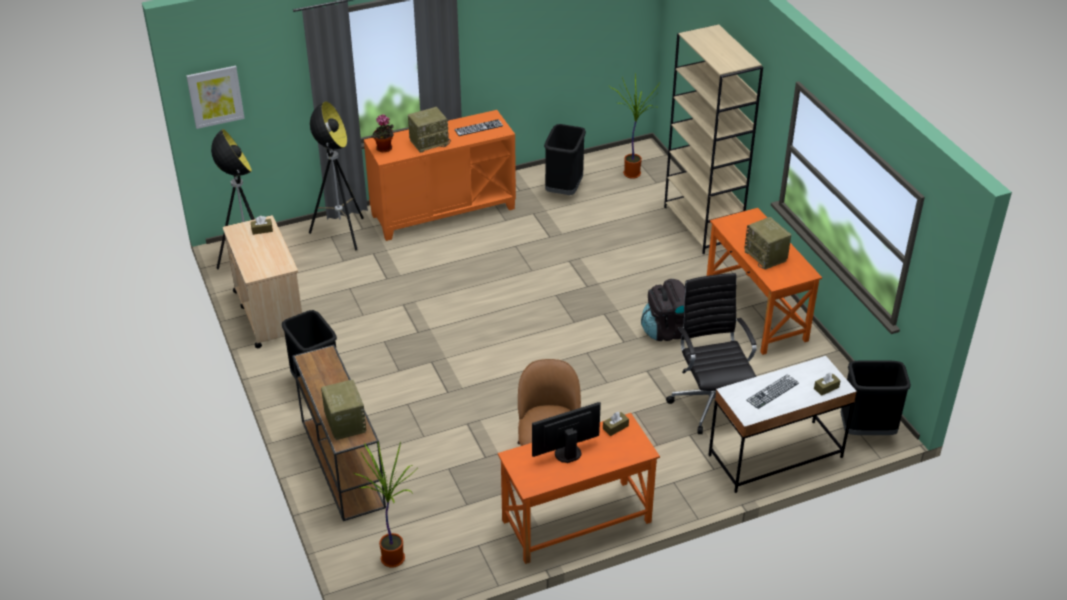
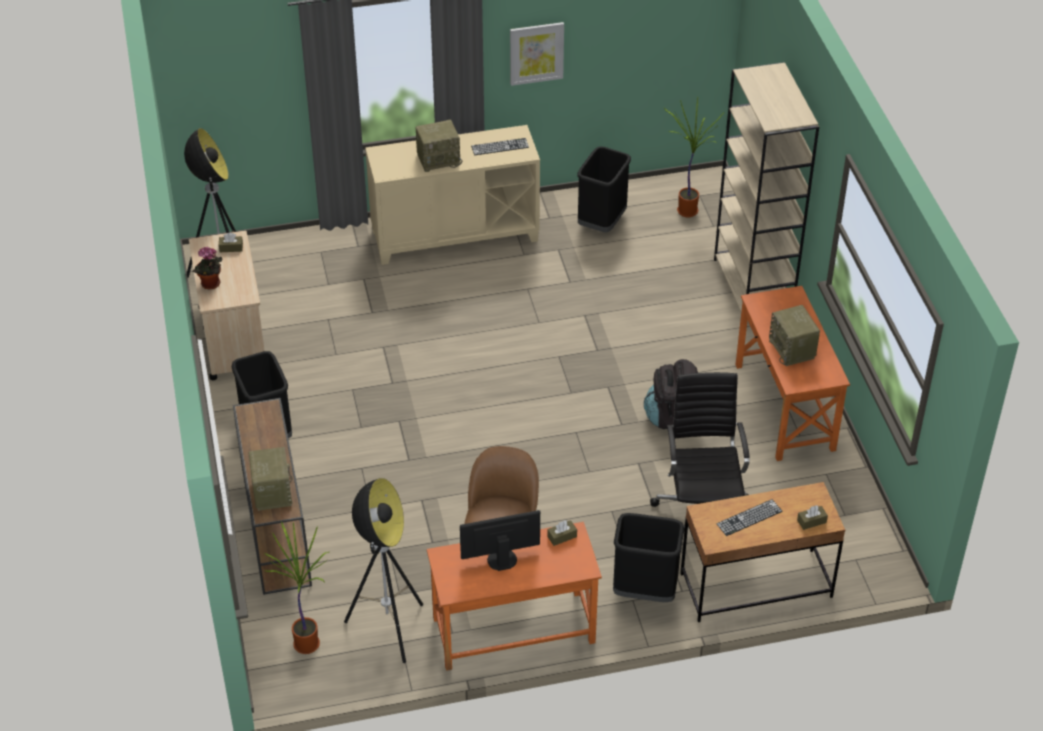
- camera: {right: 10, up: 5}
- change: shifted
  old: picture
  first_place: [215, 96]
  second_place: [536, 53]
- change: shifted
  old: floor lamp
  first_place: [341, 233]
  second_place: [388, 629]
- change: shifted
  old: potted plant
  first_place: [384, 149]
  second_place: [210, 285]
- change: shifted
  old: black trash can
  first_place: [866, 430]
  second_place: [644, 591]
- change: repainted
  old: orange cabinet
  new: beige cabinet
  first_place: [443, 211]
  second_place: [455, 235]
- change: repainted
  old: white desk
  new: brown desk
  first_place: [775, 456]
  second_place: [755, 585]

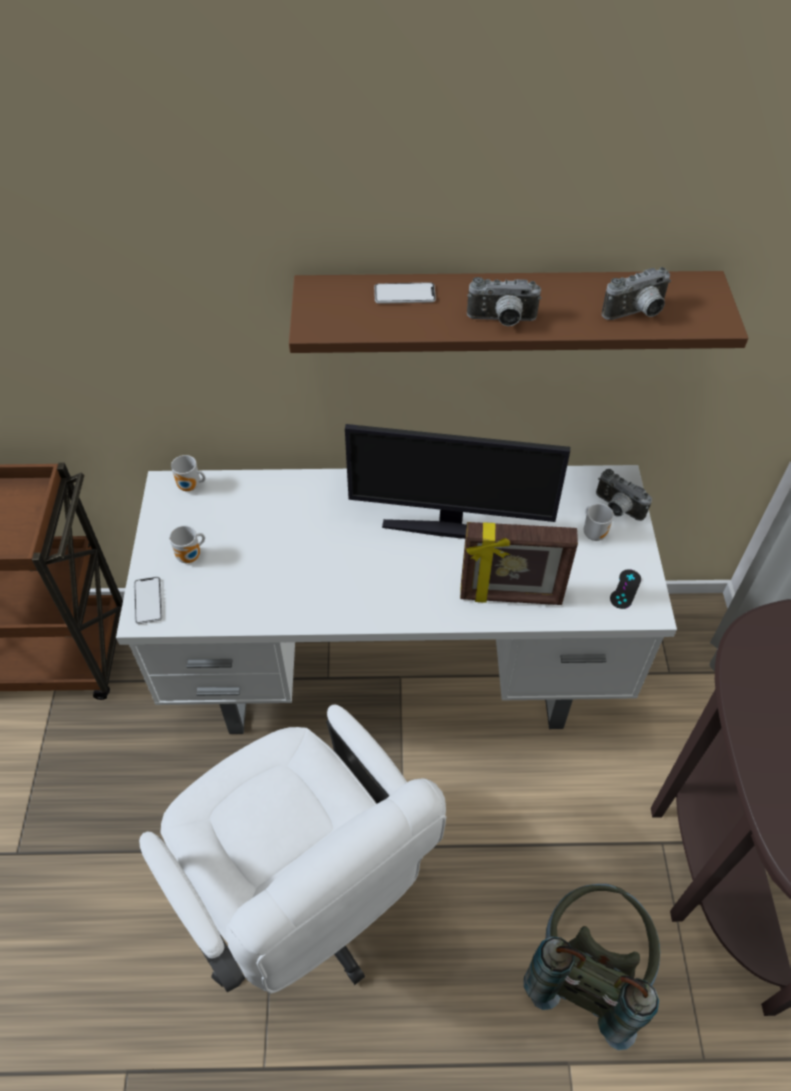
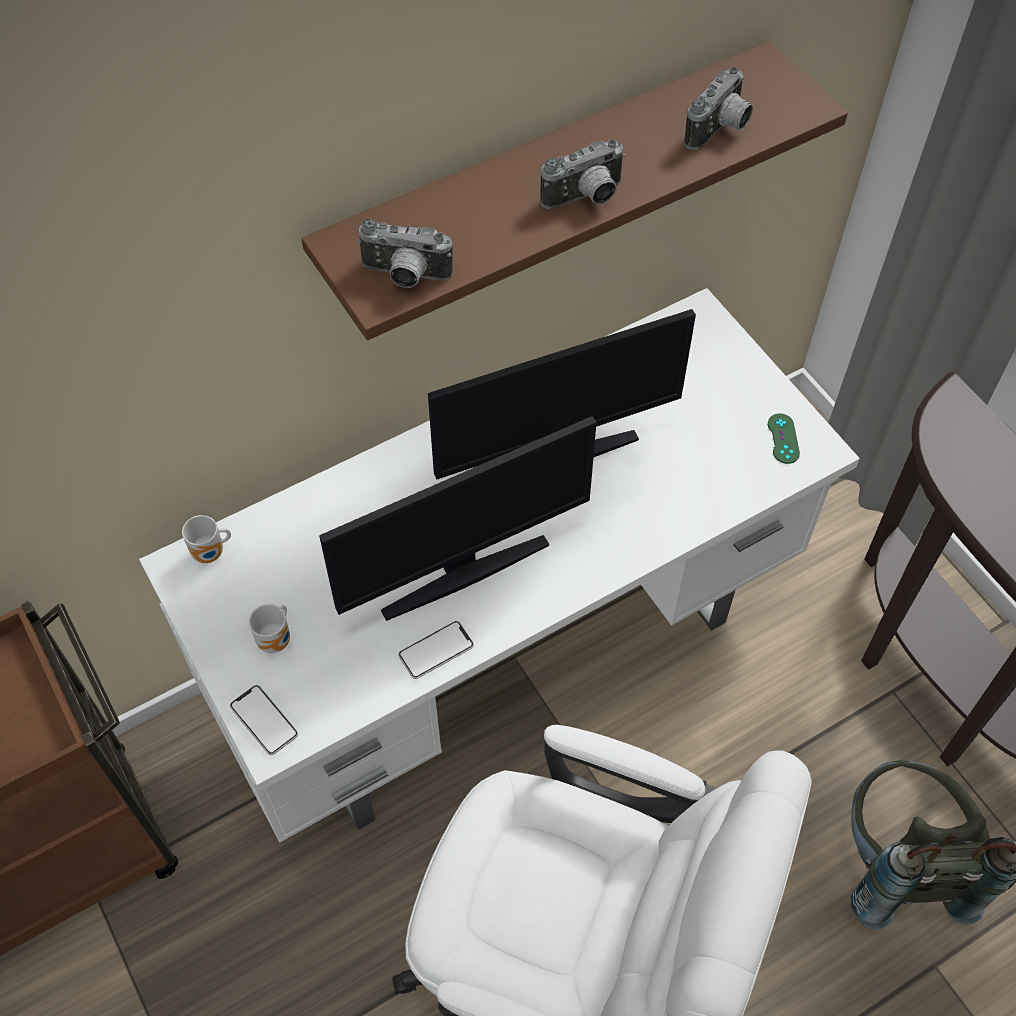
- camera: {right: -30, up: 5}
- change: gone
  old: picture frame
  first_place: [510, 597]
- change: gone
  old: mug
  first_place: [594, 533]
- change: new
  new: monitor
  second_place: [463, 573]
- change: shifted
  old: phone
  first_place: [404, 294]
  second_place: [436, 650]
- change: shifted
  old: photo camera
  first_place: [616, 509]
  second_place: [404, 276]
- change: repainted
  old: black game controller
  new: green game controller
  first_place: [625, 589]
  second_place: [783, 439]

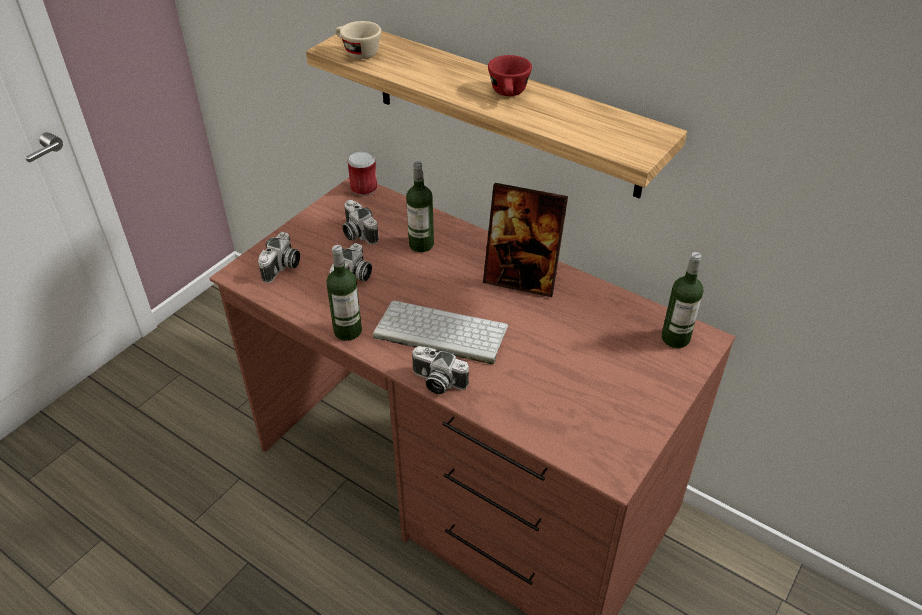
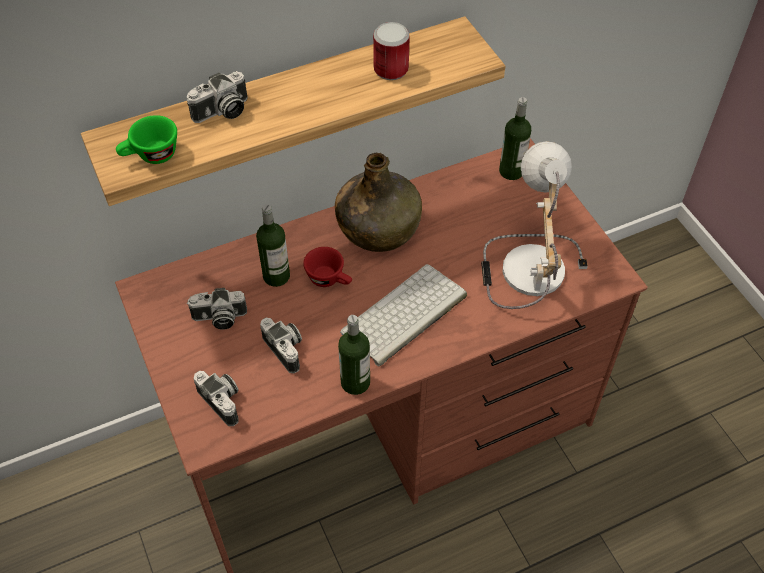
- camera: {right: -60, up: 10}
- change: new
  new: table lamp
  second_place: [526, 267]
- change: shifted
  old: can
  first_place: [364, 188]
  second_place: [391, 69]
- change: shifted
  old: photo camera
  first_place: [437, 382]
  second_place: [222, 112]
- change: shifted
  old: red cup
  first_place: [509, 94]
  second_place: [330, 279]
- change: swapped
  old: picture frame
  new: green bottle
  first_place: [521, 279]
  second_place: [378, 228]
- change: repainted
  old: beige cup
  new: green cup
  first_place: [357, 53]
  second_place: [151, 156]

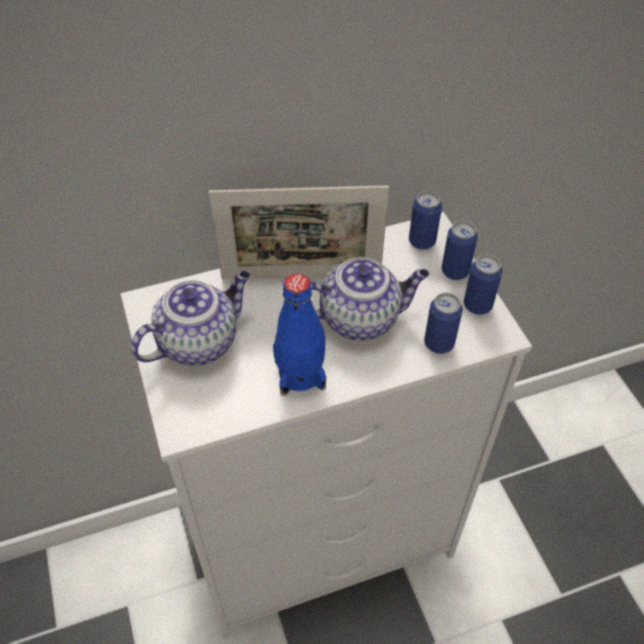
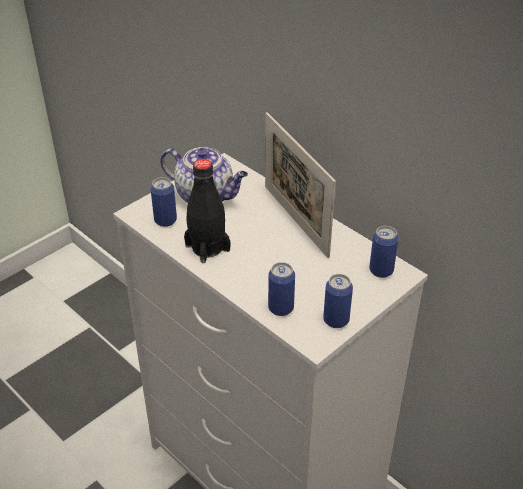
- camera: {right: 65, up: -10}
- change: gone
  old: teapot
  first_place: [361, 318]
- change: shifted
  old: can
  first_place: [455, 271]
  second_place: [165, 221]
- change: repainted
  old: blue bottle
  new: black bottle
  first_place: [300, 374]
  second_place: [207, 248]

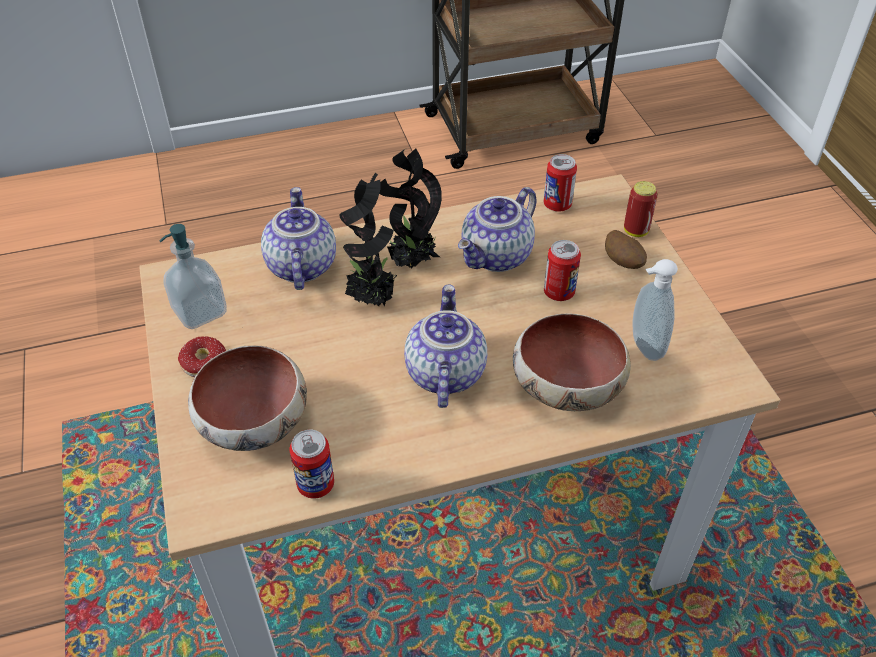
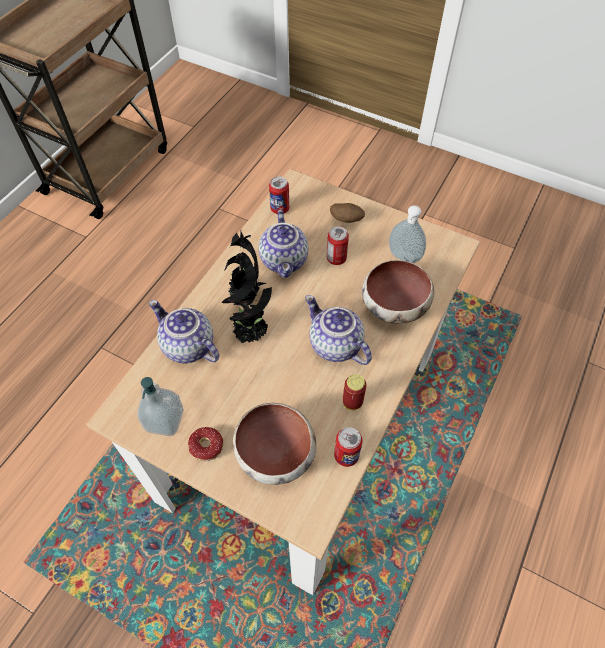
- camera: {right: -45, up: 10}
- change: shifted
  old: can
  first_place: [635, 231]
  second_place: [352, 402]

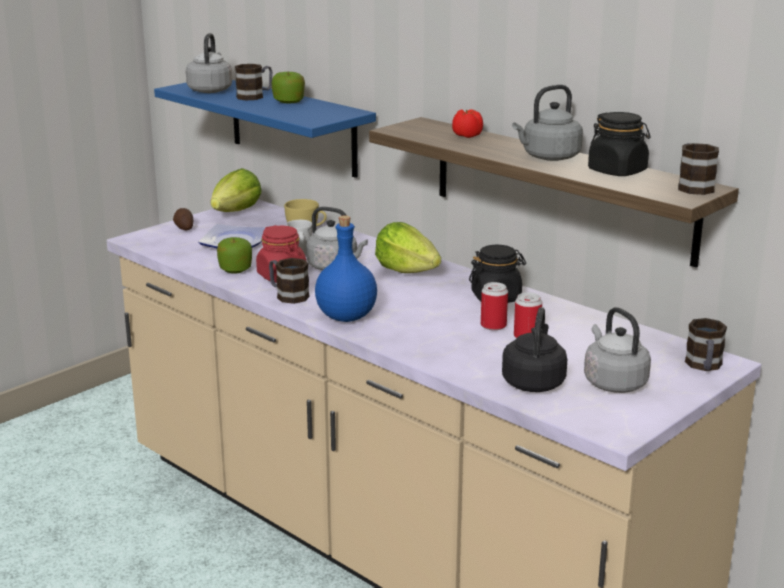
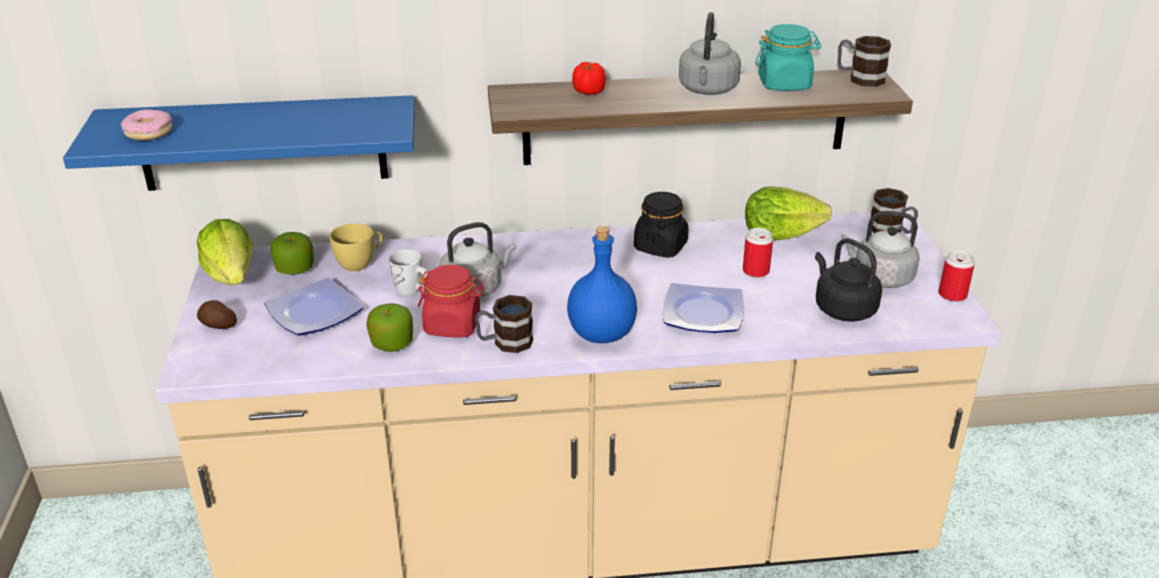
- camera: {right: -50, up: 10}
- change: gone
  old: mug
  first_place: [255, 96]
- change: new
  new: plate
  second_place: [701, 313]
- change: shifted
  old: apple
  first_place: [289, 102]
  second_place: [295, 269]
- change: shifted
  old: lettuce
  first_place: [407, 271]
  second_place: [780, 235]
- change: shifted
  old: can
  first_place: [493, 325]
  second_place: [952, 295]
- change: swapped
  old: grey kettle
  new: donut
  first_place: [210, 90]
  second_place: [149, 132]
- change: repainted
  old: black jar
  new: turquoise jar
  first_place: [617, 171]
  second_place: [784, 84]

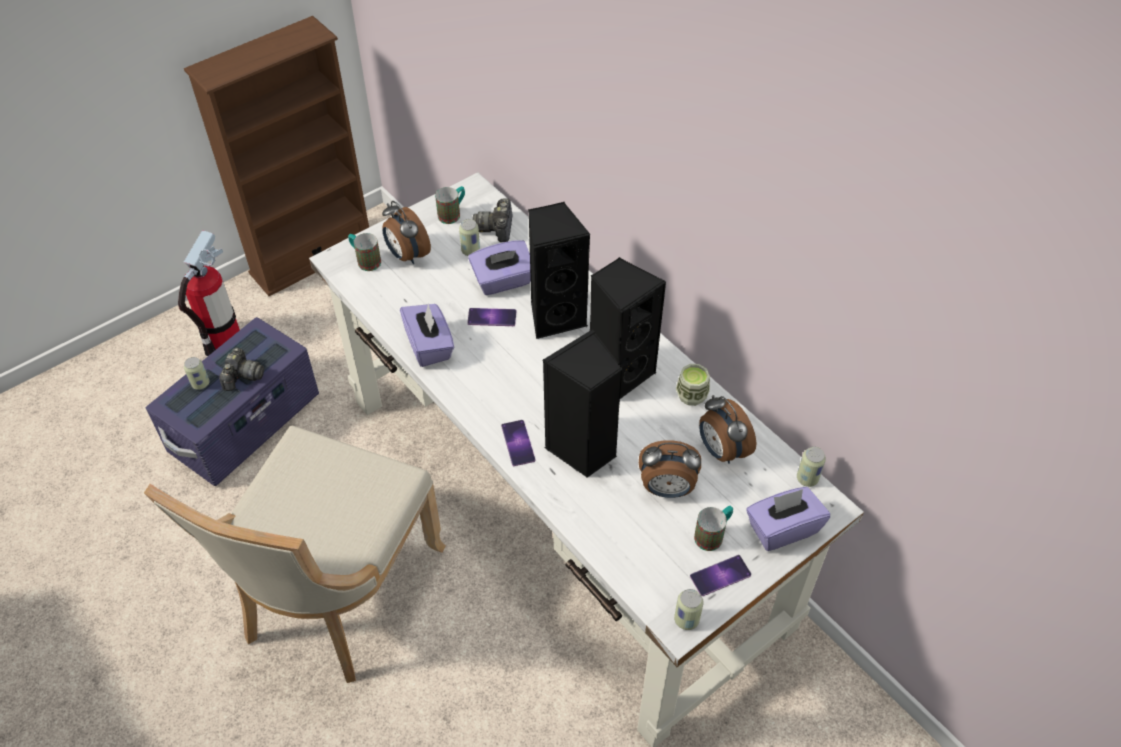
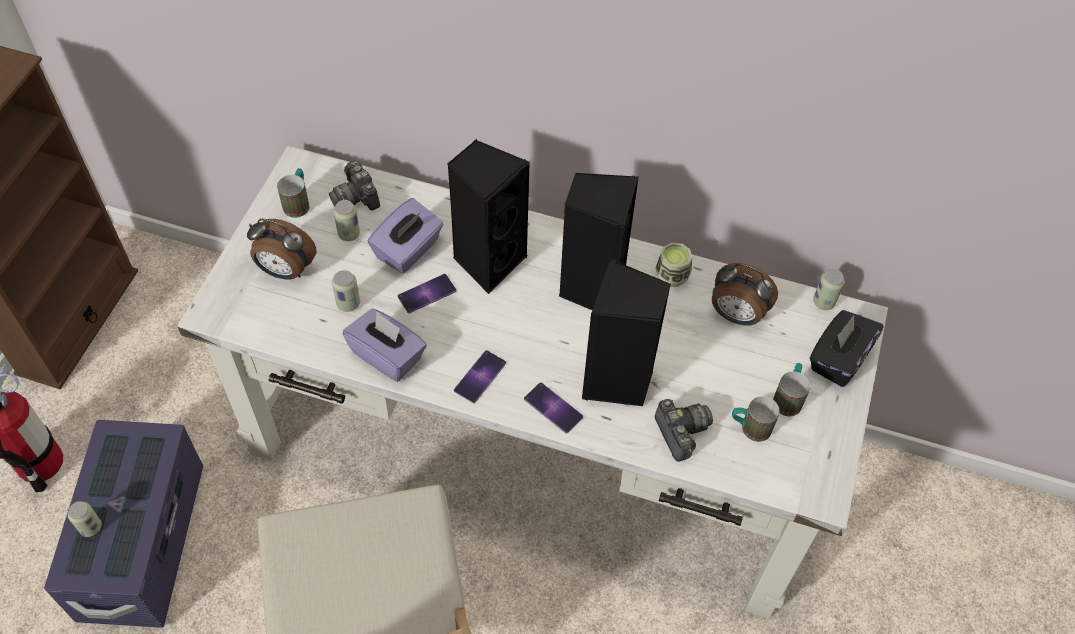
- camera: {right: -35, up: 5}
- change: gone
  old: alarm clock
  first_place: [667, 489]
- change: shifted
  old: photo camera
  first_place: [242, 376]
  second_place: [681, 433]
- change: shifted
  old: mug
  first_place: [365, 260]
  second_place: [749, 428]
- change: shifted
  old: can
  first_place: [686, 620]
  second_place: [348, 304]
- change: shifted
  old: phone
  first_place: [720, 575]
  second_place: [480, 377]
- change: repainted
  old: purple tissue box
  new: black tissue box
  first_place: [782, 528]
  second_place: [838, 359]

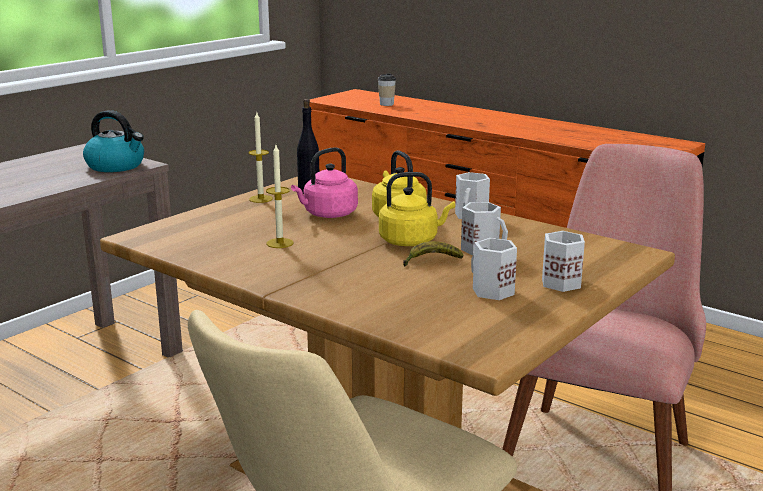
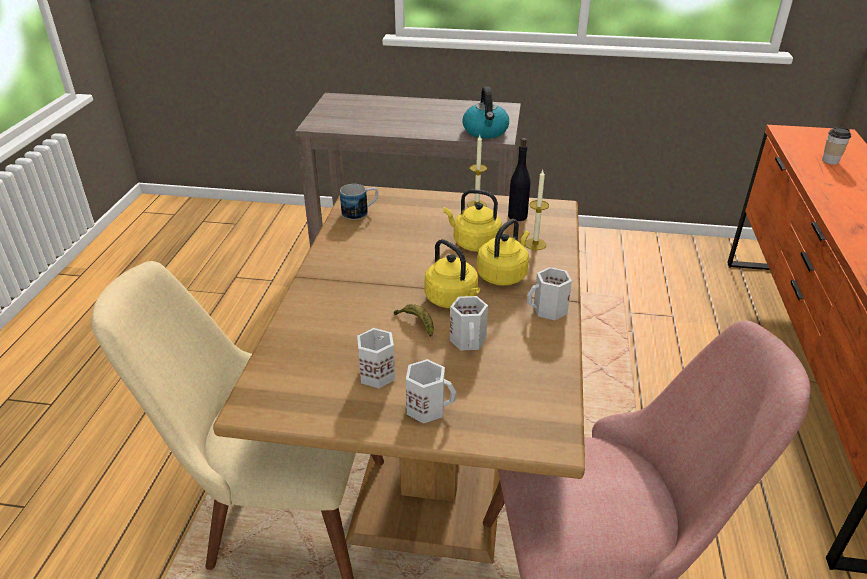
- camera: {right: 60, up: 15}
- change: new
  new: mug
  second_place: [360, 212]
- change: shifted
  old: candle
  first_place: [280, 243]
  second_place: [535, 244]
- change: repainted
  old: pink kettle
  new: yellow kettle
  first_place: [328, 214]
  second_place: [474, 243]

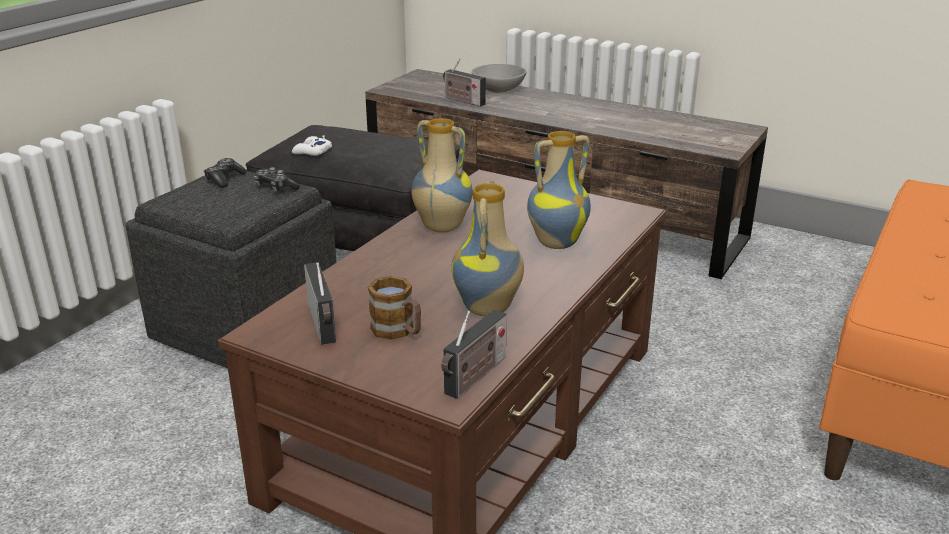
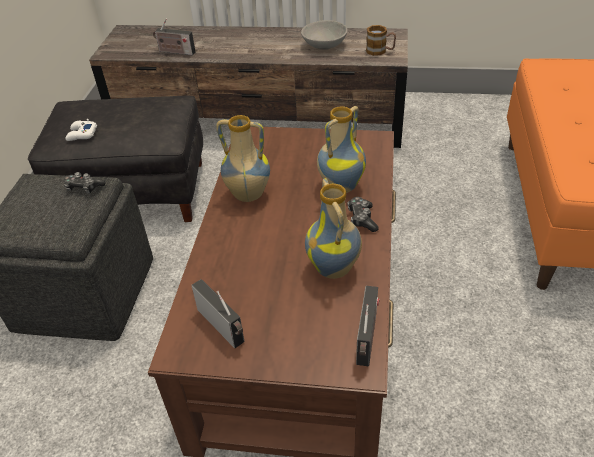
- camera: {right: -20, up: 15}
- change: shifted
  old: game controller
  first_place: [224, 179]
  second_place: [362, 219]
- change: shifted
  old: mug
  first_place: [398, 331]
  second_place: [380, 51]
- change: shifted
  old: grey bowl
  first_place: [498, 90]
  second_place: [325, 45]

